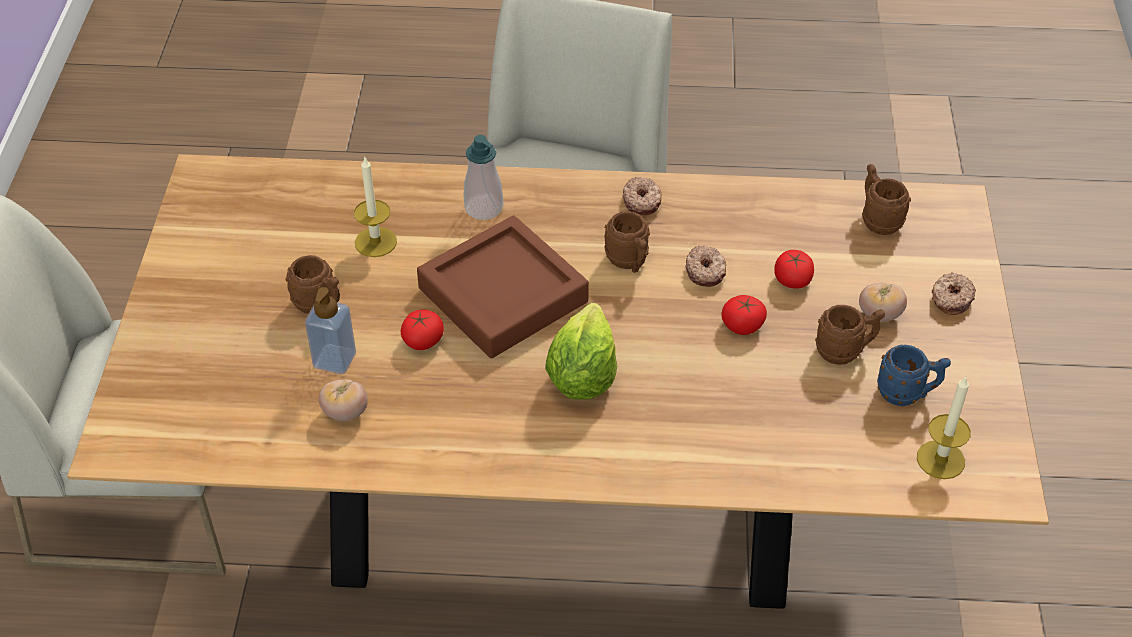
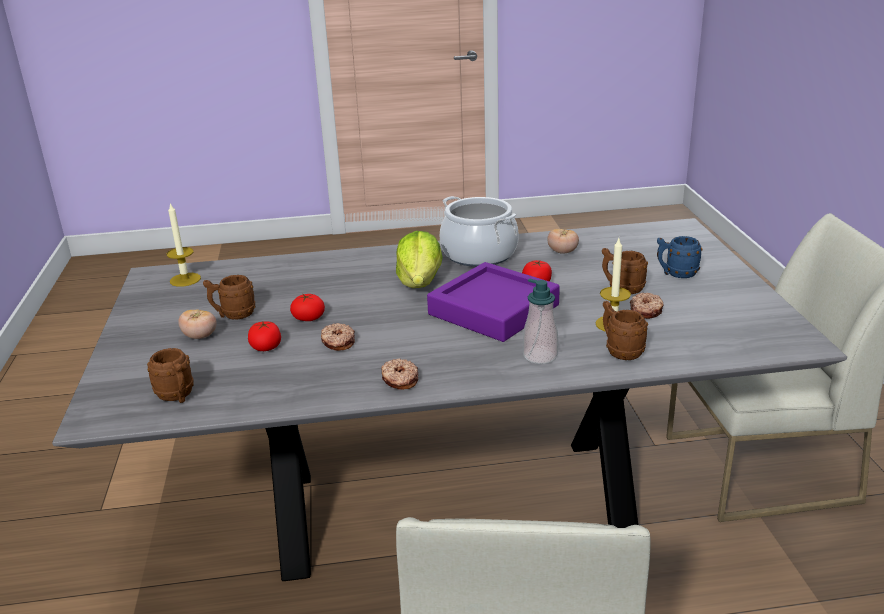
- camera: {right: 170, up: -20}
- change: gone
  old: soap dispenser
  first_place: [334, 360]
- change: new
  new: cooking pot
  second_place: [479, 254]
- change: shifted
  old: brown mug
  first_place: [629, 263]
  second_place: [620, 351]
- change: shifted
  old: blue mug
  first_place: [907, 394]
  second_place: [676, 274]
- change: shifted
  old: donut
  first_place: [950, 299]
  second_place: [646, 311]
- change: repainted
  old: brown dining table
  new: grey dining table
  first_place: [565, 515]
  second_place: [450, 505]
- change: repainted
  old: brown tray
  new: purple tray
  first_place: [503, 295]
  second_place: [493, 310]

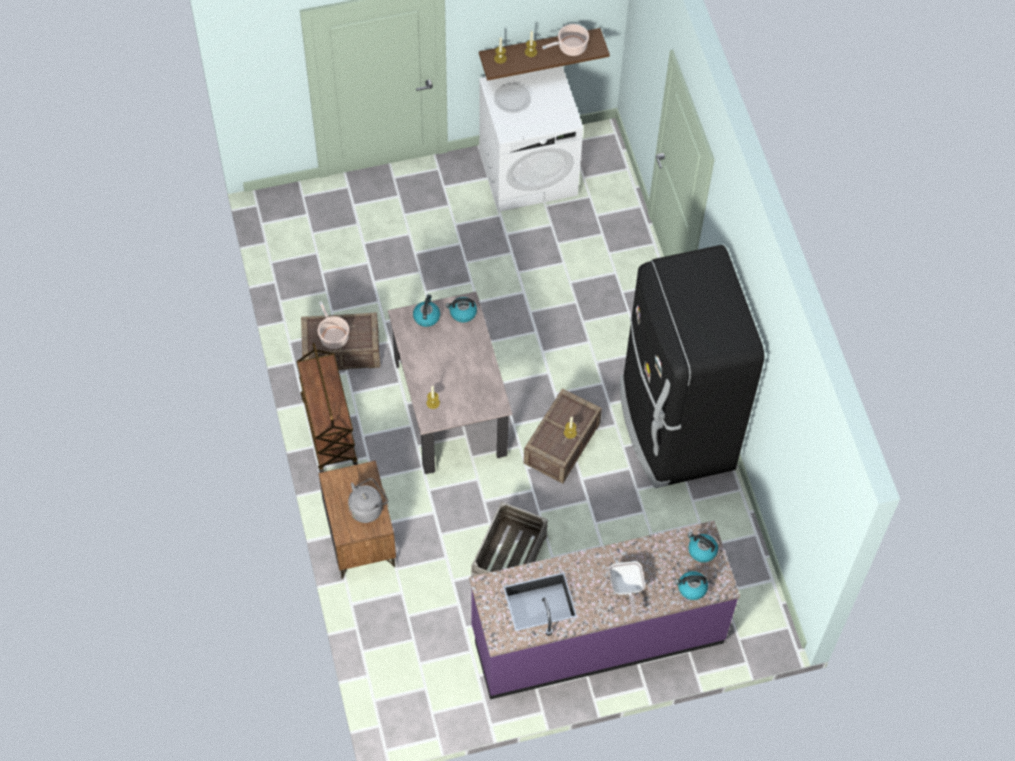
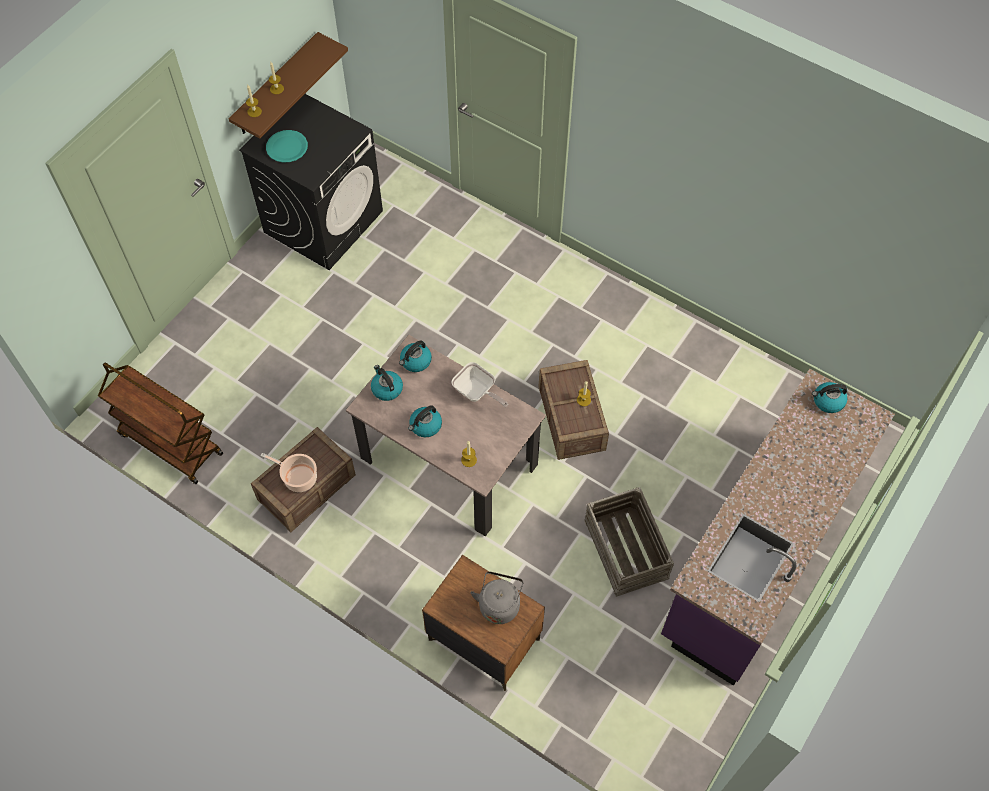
- camera: {right: -40, up: 0}
- change: gone
  old: cooking pot
  first_place: [570, 47]
- change: gone
  old: black fridge
  first_place: [674, 426]
- change: shifted
  old: brown cart
  first_place: [328, 430]
  second_place: [170, 444]
- change: shifted
  old: frying pan
  first_place: [626, 588]
  second_place: [477, 392]
- change: shifted
  old: kettle
  first_place: [691, 588]
  second_place: [425, 426]
- change: repainted
  old: white washing machine
  new: black washing machine
  first_place: [528, 172]
  second_place: [323, 221]
- change: repainted
  old: white plate
  new: turquoise plate
  first_place: [512, 99]
  second_place: [287, 147]

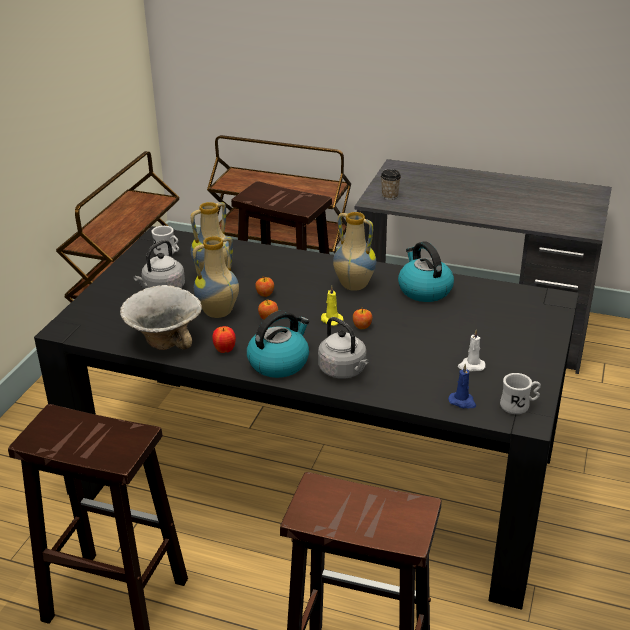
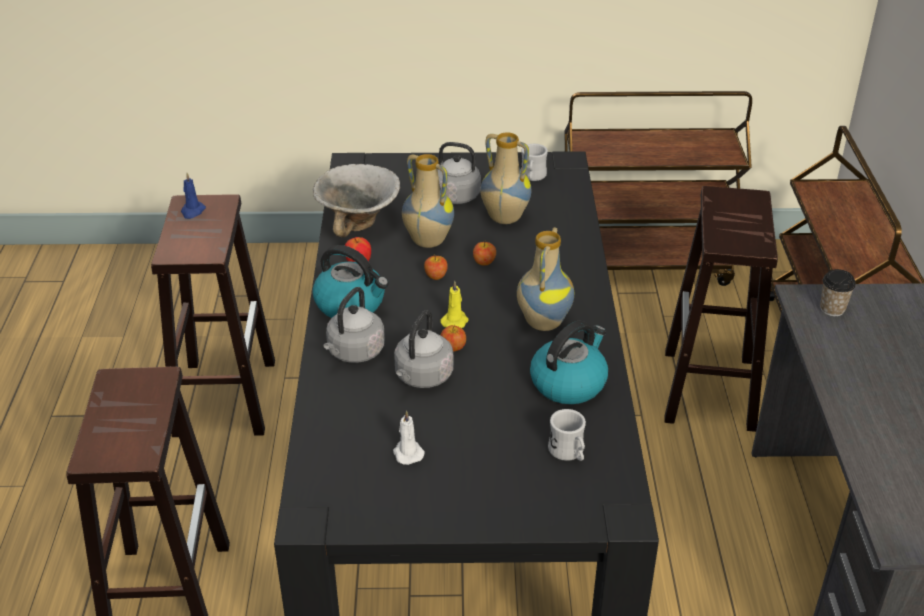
- camera: {right: 70, up: 5}
- change: new
  new: grey kettle
  second_place: [422, 377]
- change: shifted
  old: blue candle
  first_place: [462, 402]
  second_place: [192, 211]
- change: shifted
  old: white mug
  first_place: [519, 406]
  second_place: [569, 453]

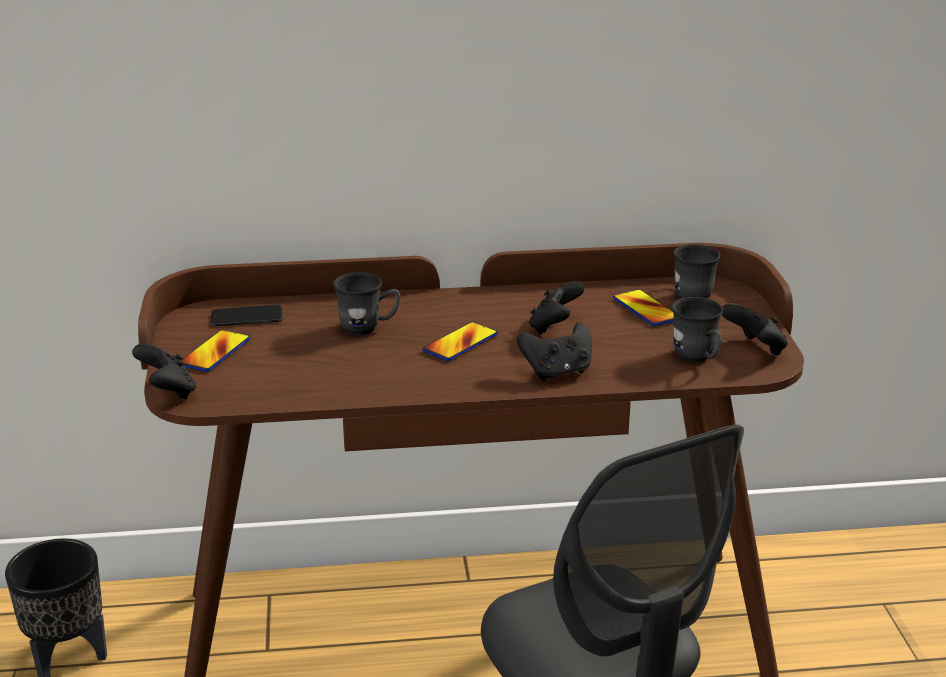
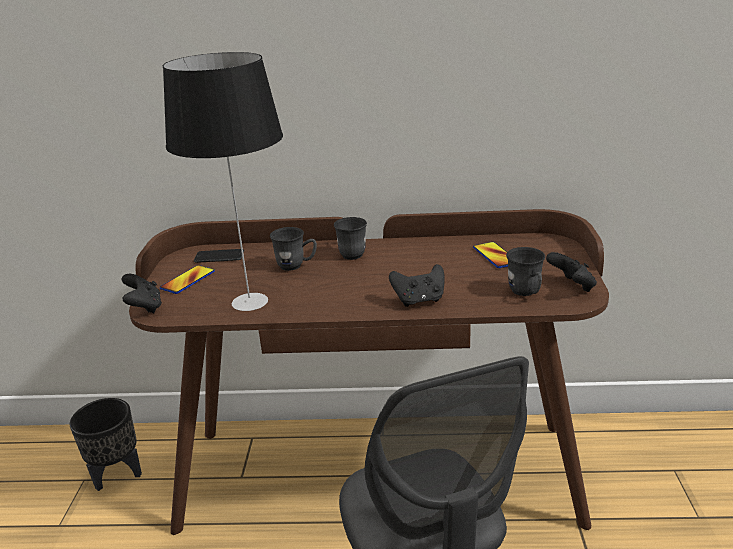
- camera: {right: 10, up: 0}
- change: gone
  old: phone
  first_place: [460, 343]
- change: gone
  old: black game controller
  first_place: [554, 327]
- change: new
  new: table lamp
  second_place: [250, 302]
- change: shifted
  old: grey mug
  first_place: [690, 294]
  second_place: [352, 252]

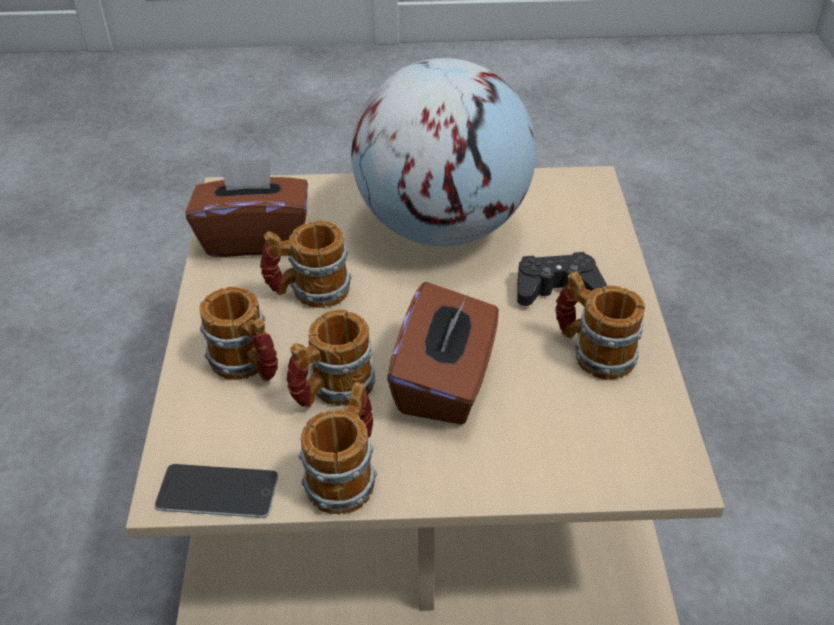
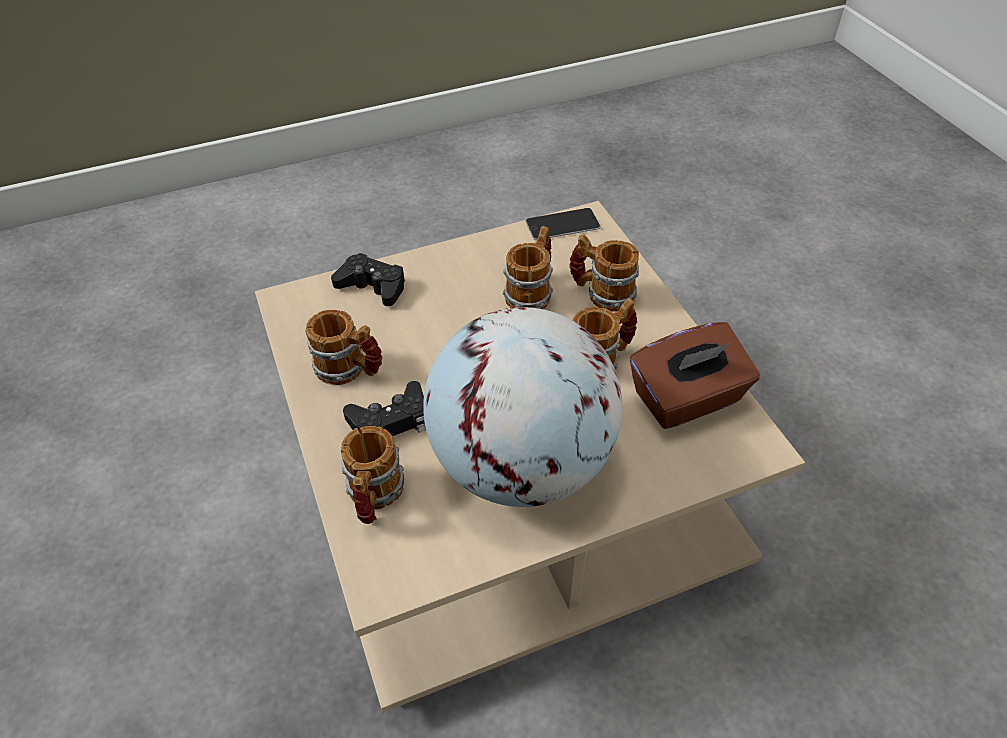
- camera: {right: 160, up: 5}
- change: gone
  old: brown tissue box
  first_place: [445, 382]
- change: new
  new: black game controller
  second_place: [372, 286]
- change: shifted
  old: mug
  first_place: [347, 474]
  second_place: [374, 497]

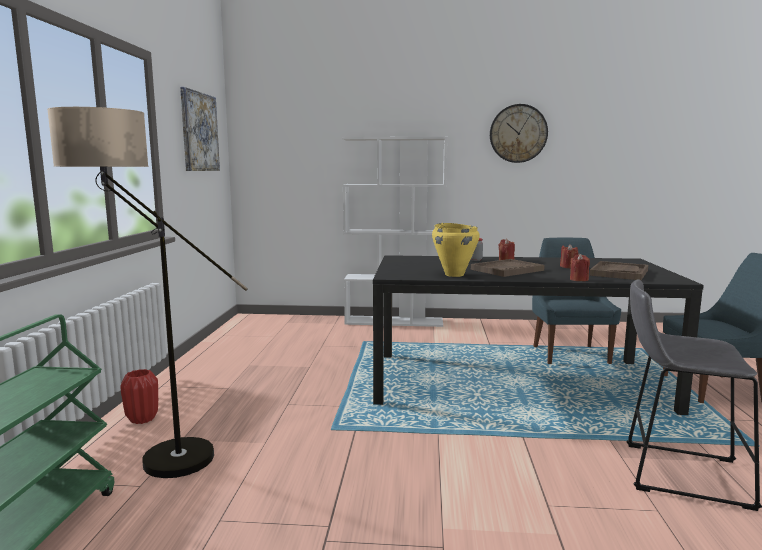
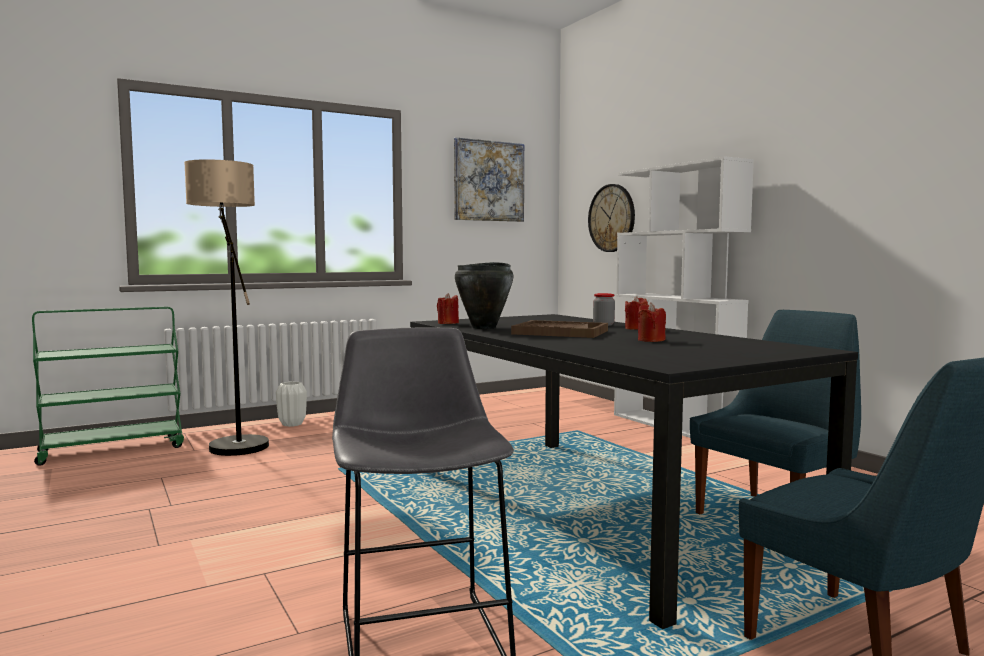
- camera: {right: 55, up: -5}
- change: gone
  old: brown tray
  first_place: [619, 273]
- change: shifted
  old: wall clock
  first_place: [518, 133]
  second_place: [612, 218]
- change: shifted
  old: red candle
  first_place: [579, 279]
  second_place: [448, 323]
- change: repainted
  old: red vase
  new: white vase
  first_place: [142, 419]
  second_place: [291, 424]
- change: repainted
  old: yellow cooking pot
  new: black cooking pot
  first_place: [454, 275]
  second_place: [484, 327]

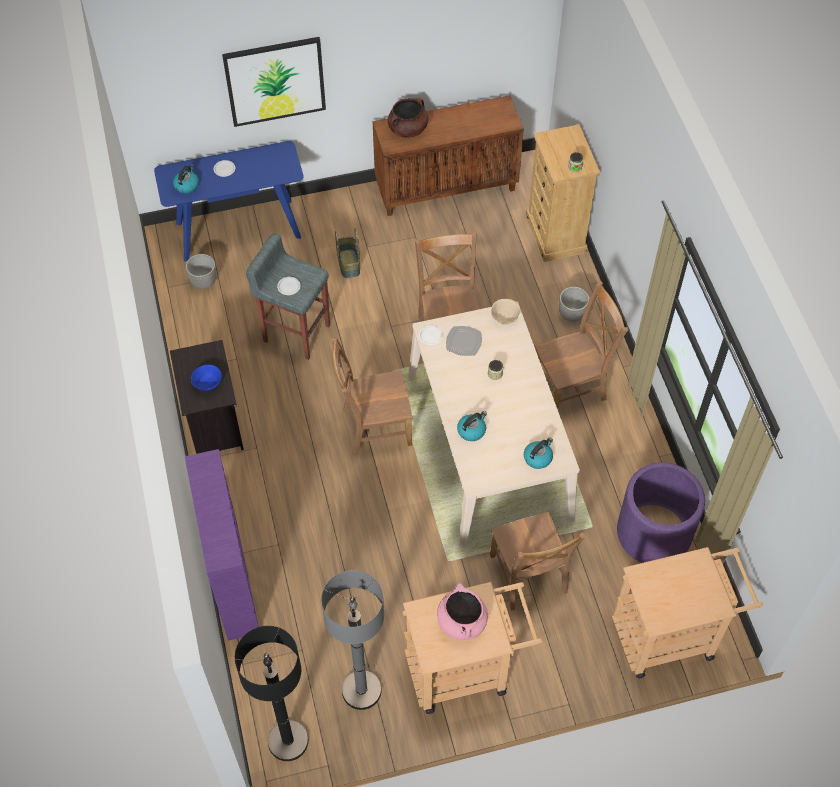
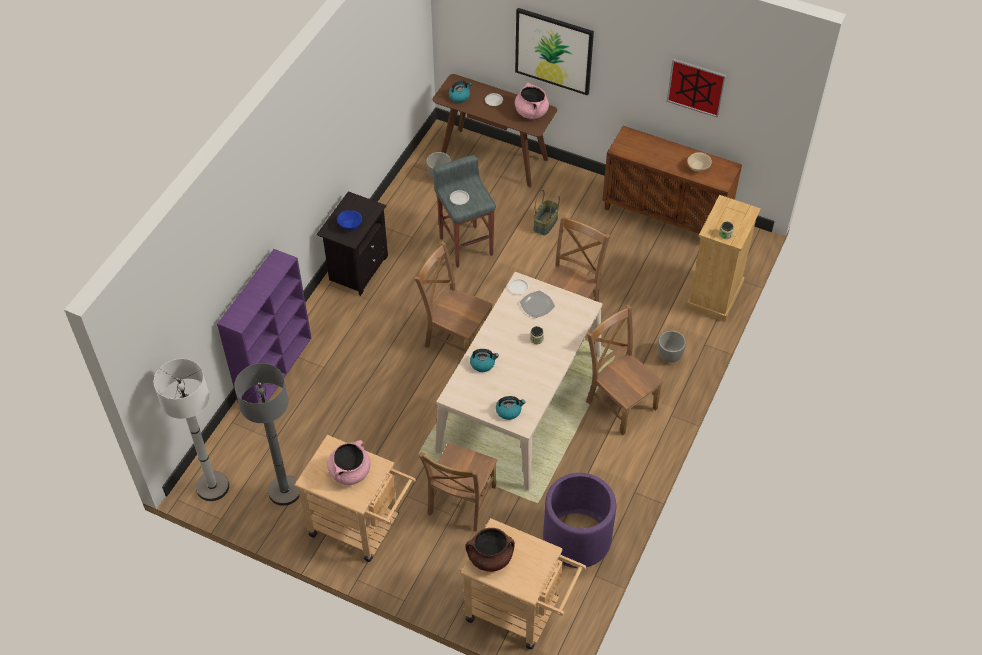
- camera: {right: 40, up: -5}
- change: new
  new: pink cooking pot
  second_place: [531, 112]
- change: new
  new: picture
  second_place: [696, 87]
- change: shifted
  old: brown cooking pot
  first_place: [407, 129]
  second_place: [490, 557]
- change: shifted
  old: beige bowl
  first_place: [504, 317]
  second_place: [698, 167]
- change: repainted
  old: blue console table
  new: brown console table
  first_place: [238, 229]
  second_place: [494, 157]
- change: repainted
  old: black floor lamp
  new: white floor lamp
  first_place: [288, 741]
  second_place: [212, 486]
- change: rotated
  old: brown chair
  first_place: [572, 386]
  second_place: [619, 403]
  degrees: -150

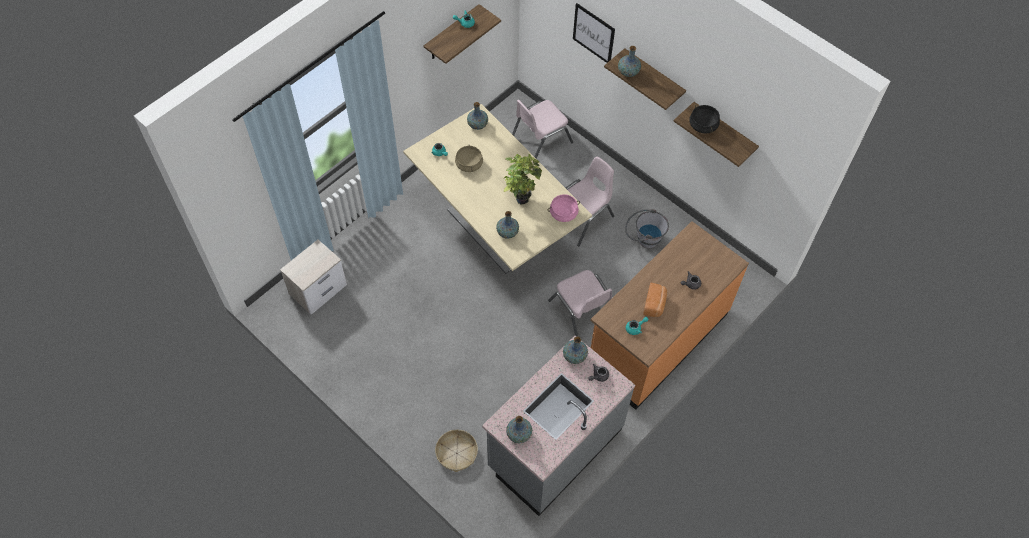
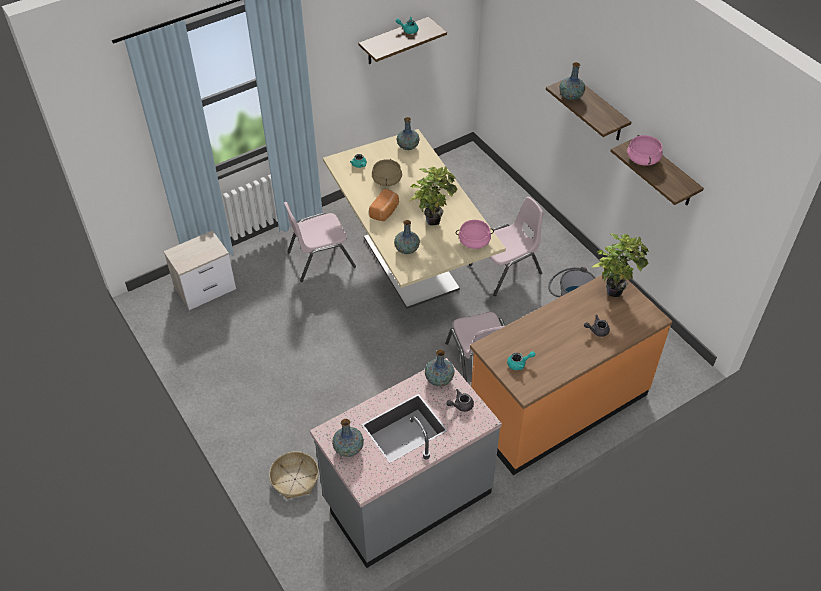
- camera: {right: 15, up: -10}
- change: gone
  old: picture
  first_place: [593, 33]
- change: new
  new: potted plant
  second_place: [614, 288]
- change: shifted
  old: pink chair
  first_place: [540, 140]
  second_place: [320, 259]
- change: shifted
  old: bread
  first_place: [654, 304]
  second_place: [385, 212]
- change: repainted
  old: black cooking pot
  new: pink cooking pot
  first_place: [702, 125]
  second_place: [642, 159]

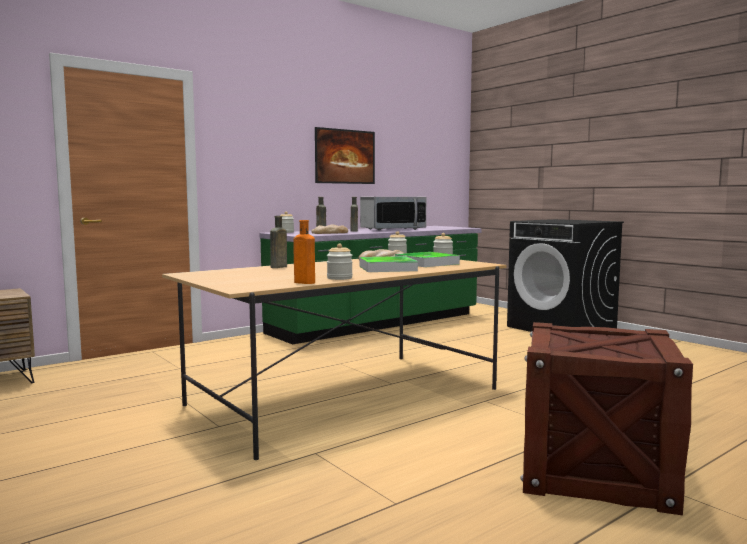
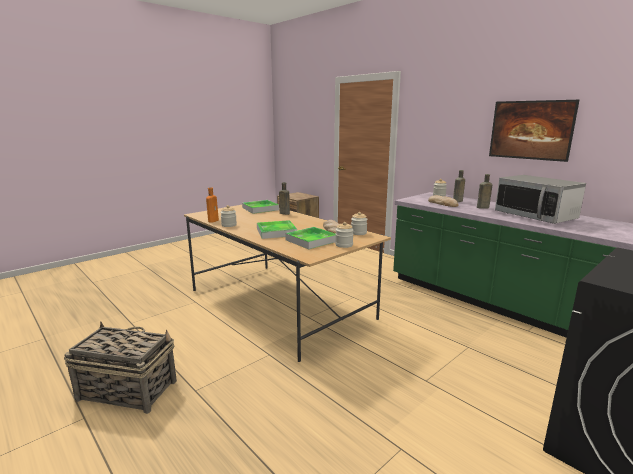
- camera: {right: 85, up: 10}
- change: new
  new: tray
  second_place: [260, 209]
- change: swapped
  old: crate
  new: basket
  first_place: [595, 471]
  second_place: [126, 390]

